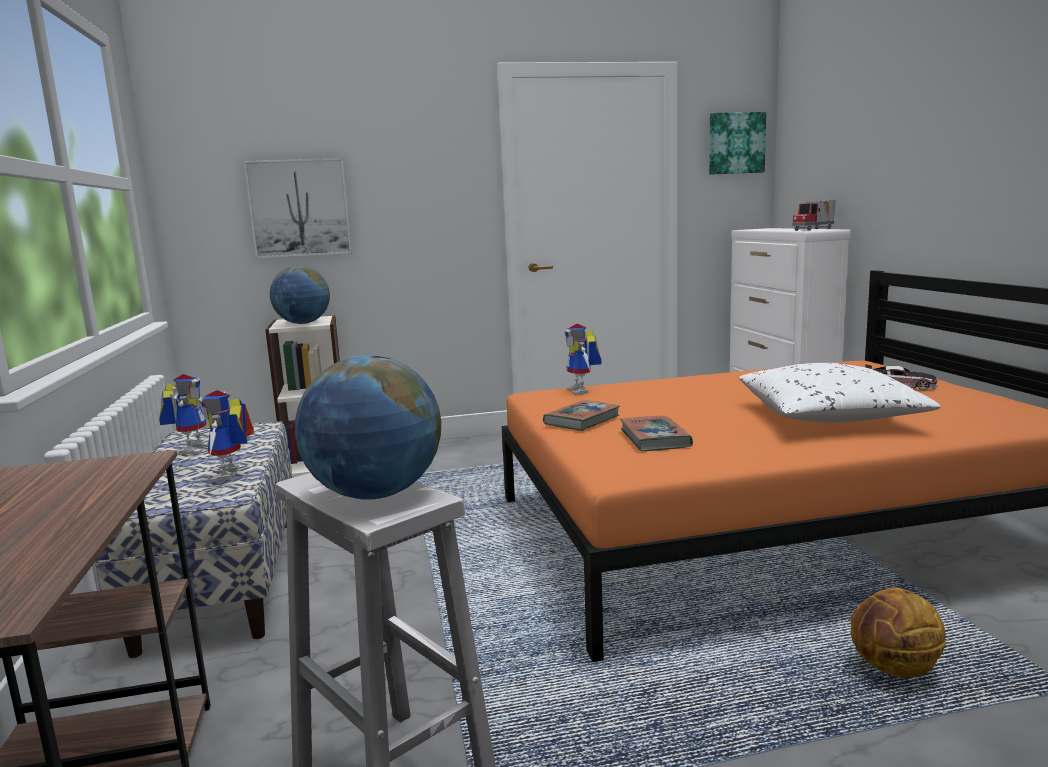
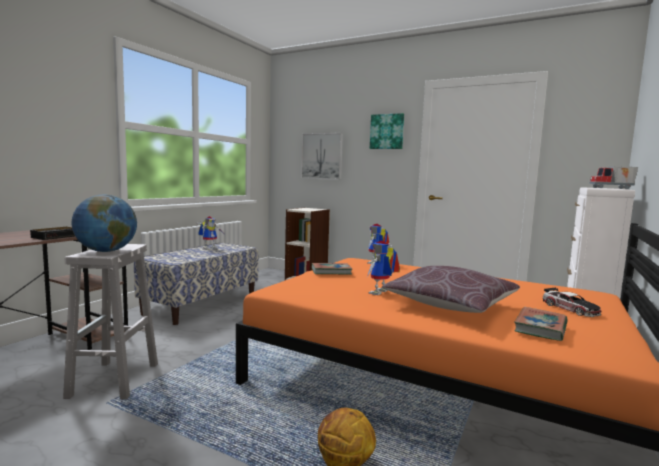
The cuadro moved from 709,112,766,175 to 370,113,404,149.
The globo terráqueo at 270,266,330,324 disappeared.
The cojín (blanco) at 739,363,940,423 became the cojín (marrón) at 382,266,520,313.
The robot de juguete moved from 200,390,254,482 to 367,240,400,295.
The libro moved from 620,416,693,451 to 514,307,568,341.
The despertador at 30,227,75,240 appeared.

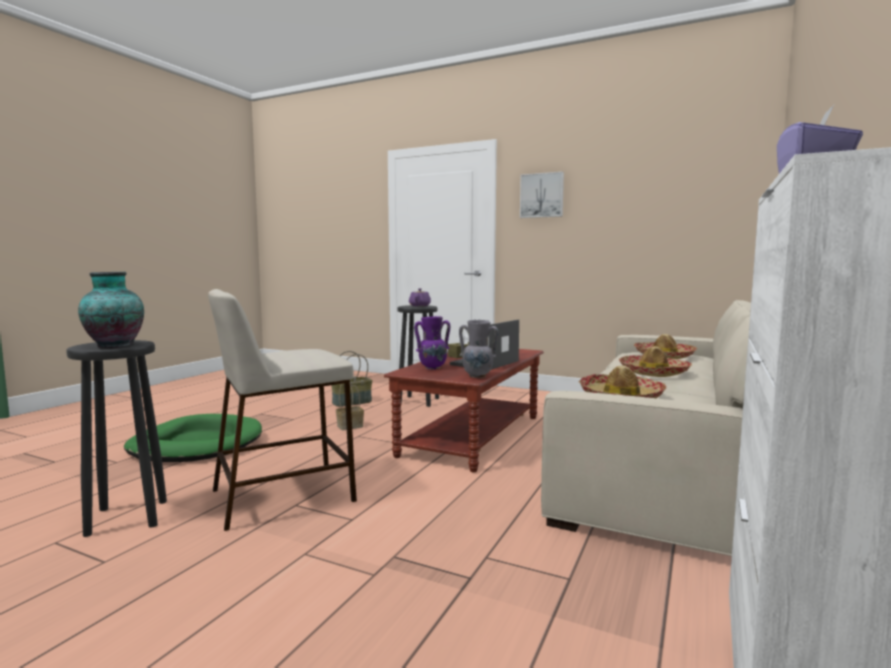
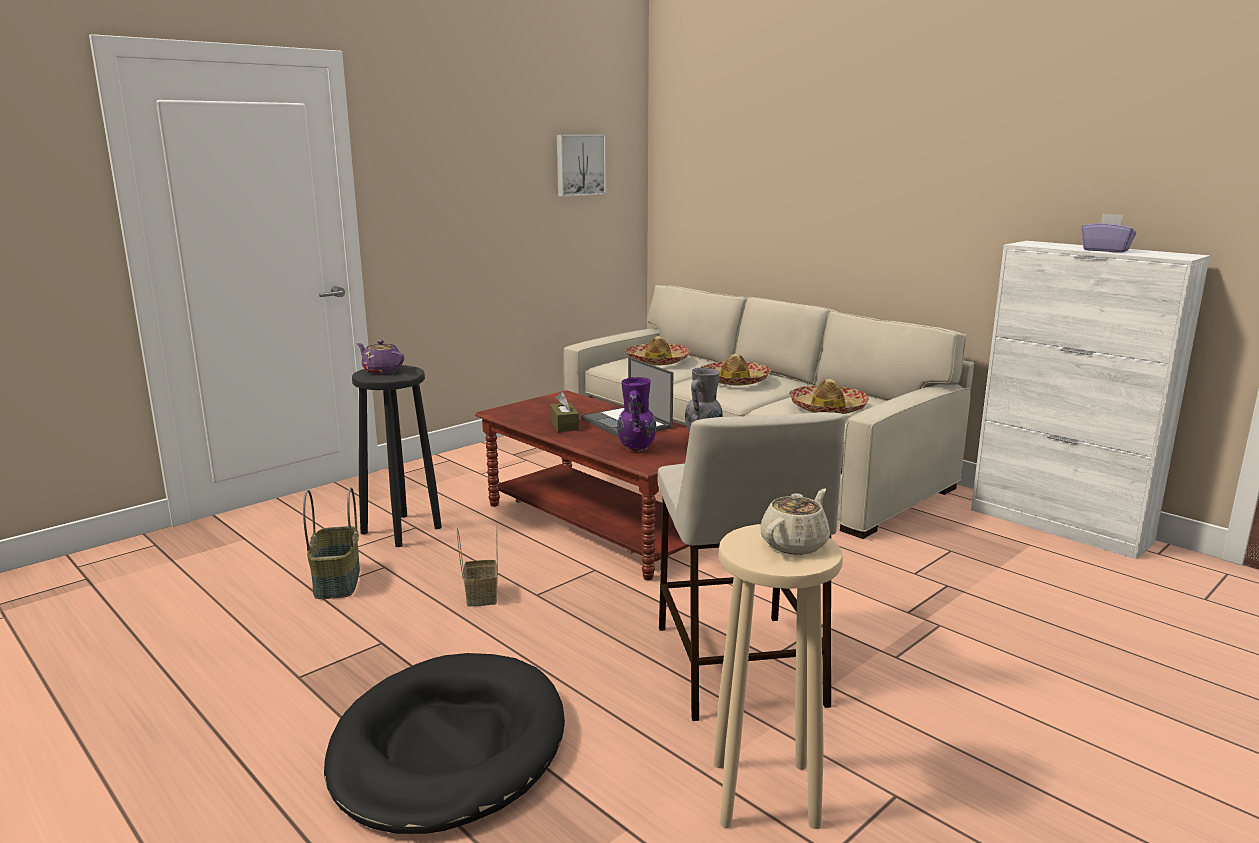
The cuadro moved from 520,171,564,218 to 557,135,606,197.
The florero at 78,272,144,348 was replaced by the tetera (beis) at 760,489,830,555.
The taburete (negro) at 66,340,167,537 became the taburete (beis) at 714,524,843,829.
The cama para perro (verde) at 124,414,262,462 became the cama para perro (negro) at 324,653,565,834.

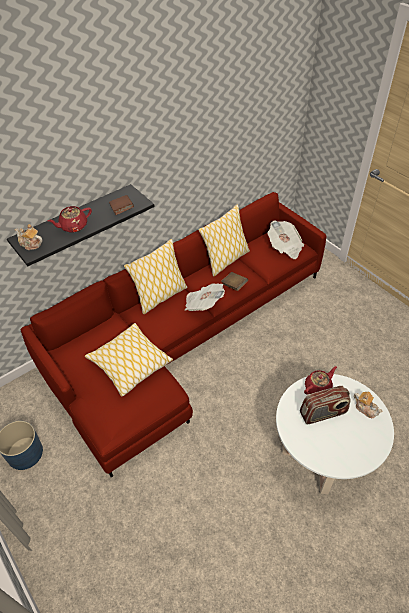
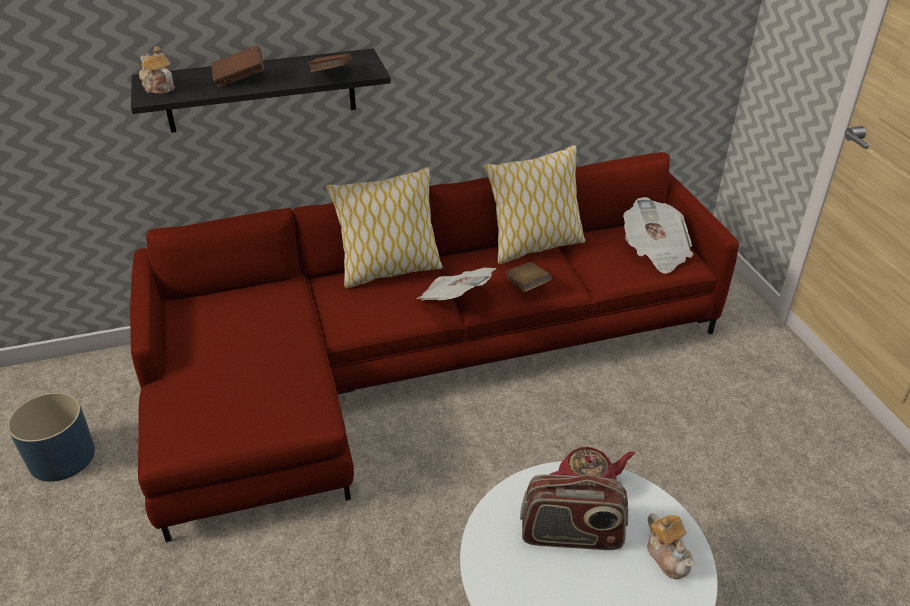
The tetera (rojo) at 48,206,92,233 was replaced by the libro (marrón) at 212,45,264,88.
The cojín at 85,323,173,396 disappeared.

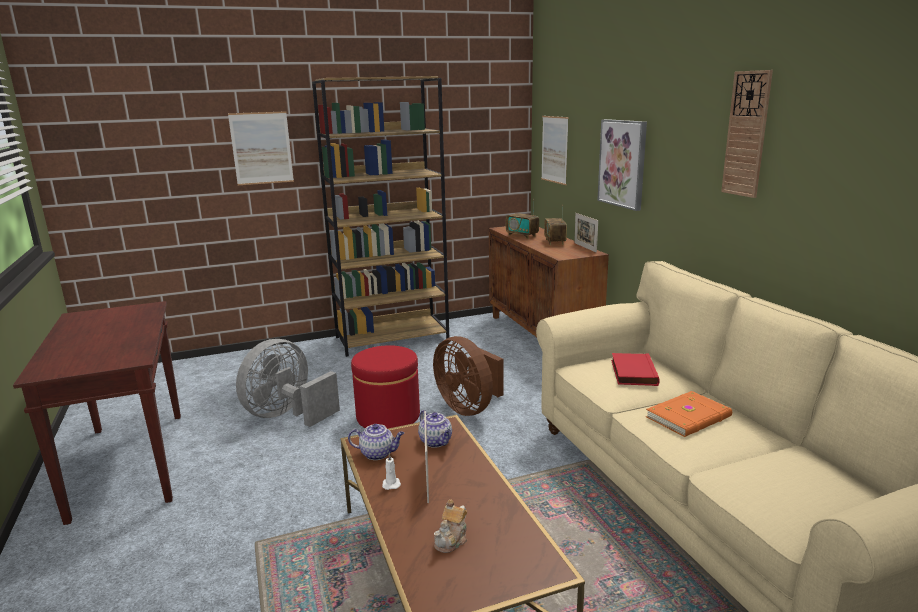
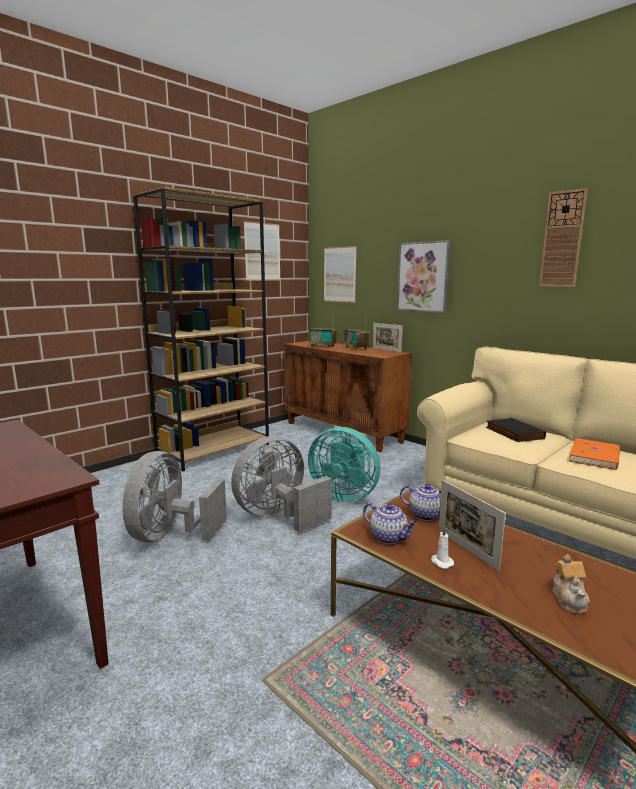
The cuadro moved from 228,111,294,185 to 244,221,281,281.
The ventilador (marrón) at 433,336,503,416 became the ventilador (turquesa) at 308,427,381,502.
The puf (rojo) at 351,345,420,429 was replaced by the ventilador (gris) at 231,436,332,532.
The libro (rojo) at 611,353,660,386 became the libro (negro) at 486,418,546,442.
The tetera at 348,424,404,460 turned 60 degrees clockwise.

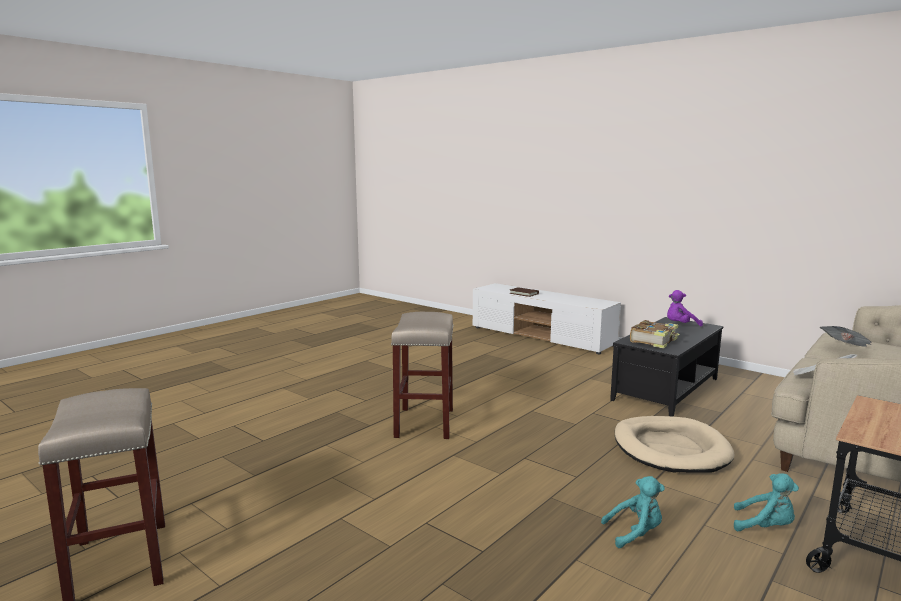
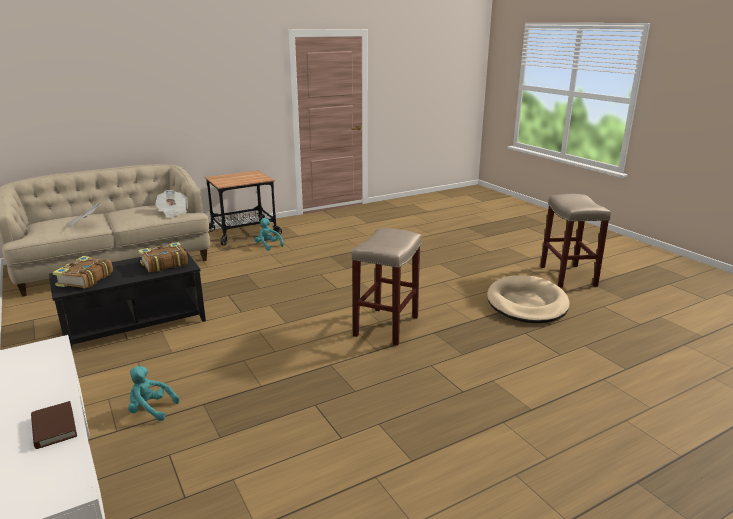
The peluche (morado) at 667,290,703,327 was replaced by the libro at 53,256,113,289.
The cama para perro (beis) moved from 615,416,735,473 to 487,275,570,323.
The peluche (turquesa) moved from 601,476,665,548 to 128,366,179,421.

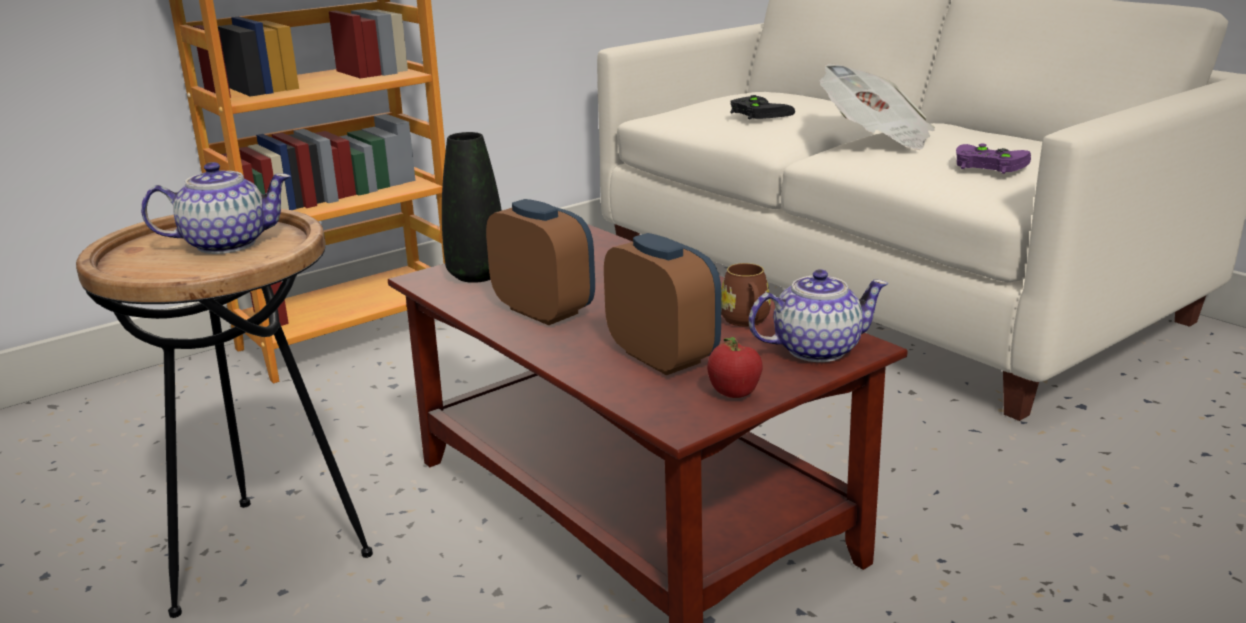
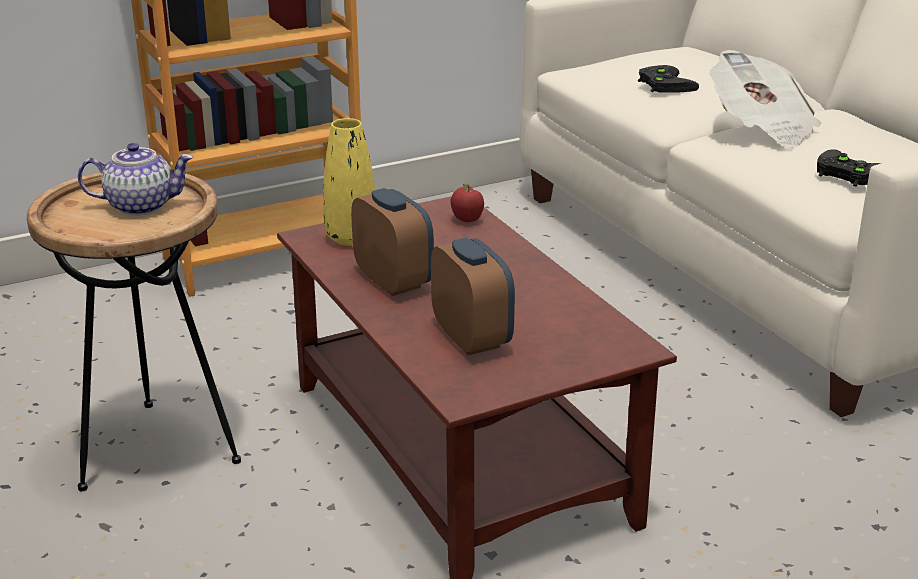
The florero (negro) at 442,132,502,283 became the florero (amarillo) at 323,118,375,246.
The mando de consola (morado) at 956,143,1031,174 became the mando de consola (negro) at 817,149,881,187.
The taza grande (marrón) at 721,263,771,326 disappeared.
The tetera at 749,269,888,362 disappeared.
The manzana moved from 707,337,763,398 to 450,183,484,222.

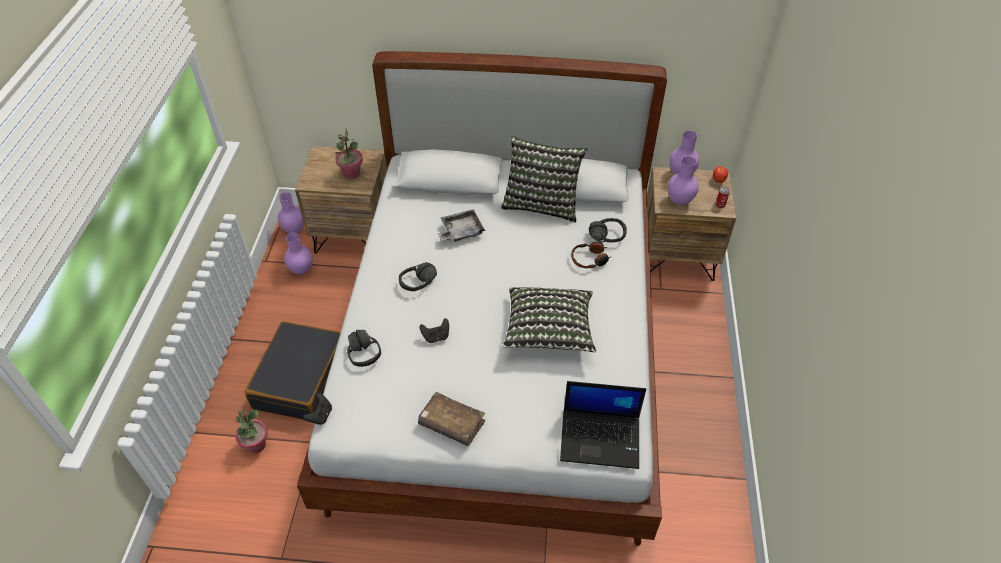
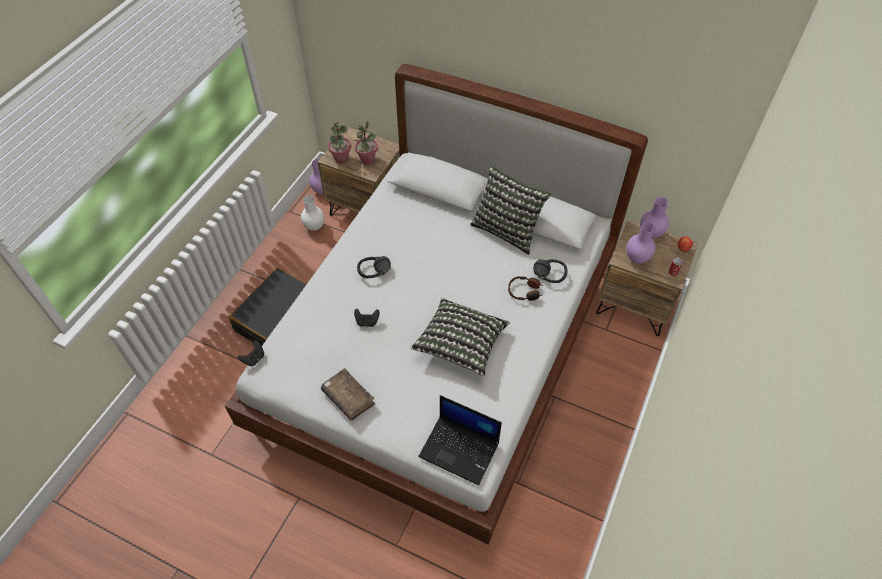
The bandeja (gris) at 438,209,485,242 disappeared.
The florero (morado) at 284,232,313,274 became the florero (blanco) at 301,195,324,231.
The auriculares (negro) at 347,330,381,367 disappeared.
The planta en maceta moved from 235,409,268,453 to 328,122,351,163.

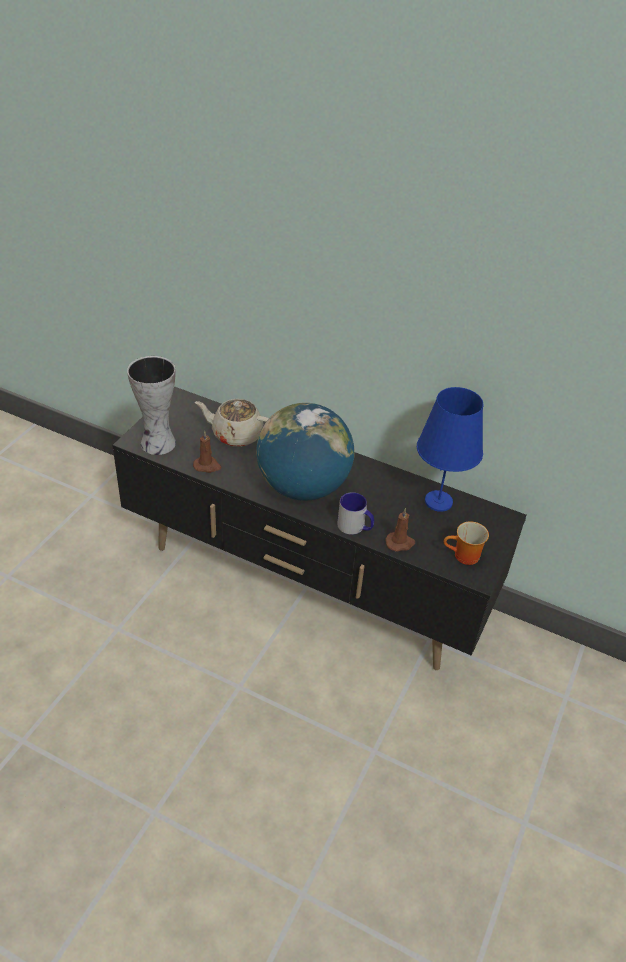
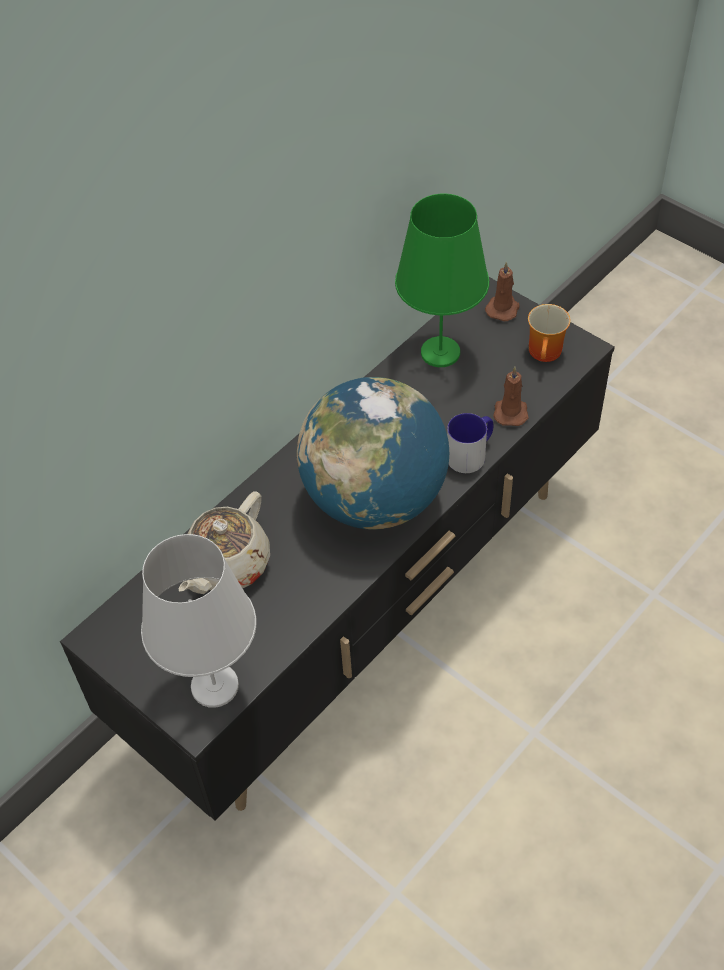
The florero at 127,356,176,455 was replaced by the lámpara de mesa (blanco) at 141,534,257,708.
The lámpara de mesa (azul) at 417,387,483,512 became the lámpara de mesa (verde) at 395,193,489,367.
The vela (marrón) moved from 193,431,222,473 to 485,261,520,321.

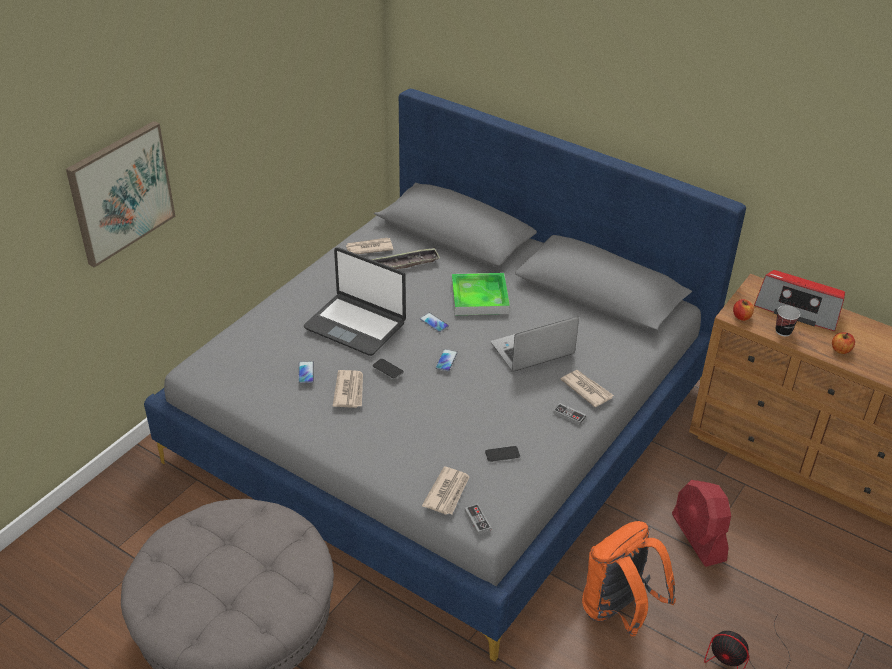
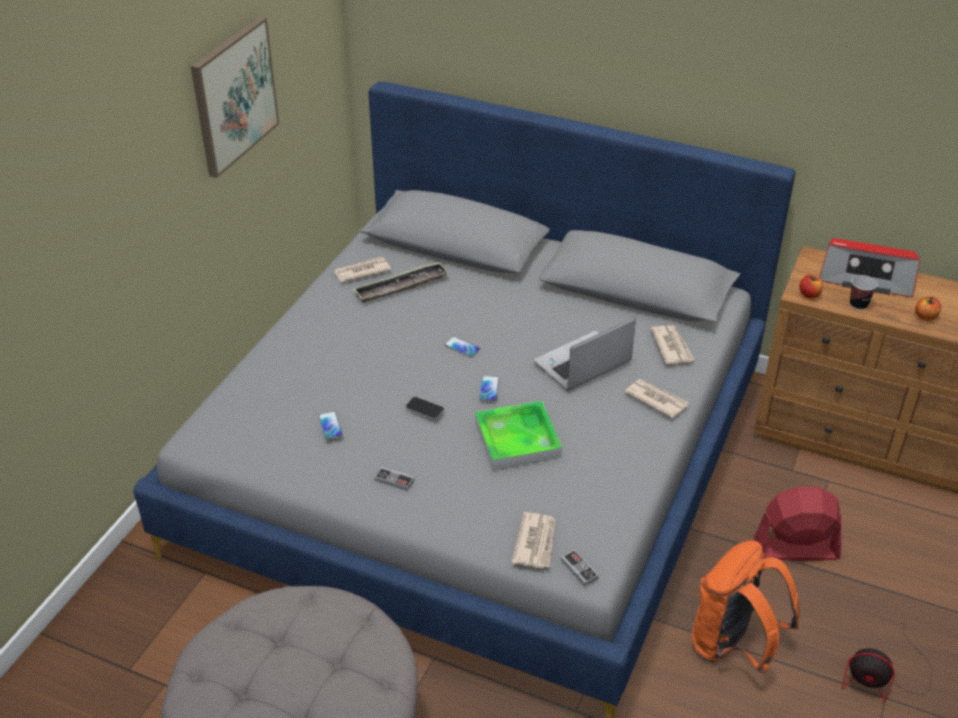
The cuadro moved from 66,121,175,268 to 191,17,279,178.
The portátil at 304,247,406,356 disappeared.
The bandeja moved from 452,273,510,315 to 475,401,562,470.
The periódico moved from 333,370,363,408 to 650,325,695,364.
The mando de consola moved from 553,403,586,425 to 375,467,414,491.
The móvil at 485,446,520,462 disappeared.
The ventilador (rojo) at 672,480,731,567 turned 120 degrees clockwise.

